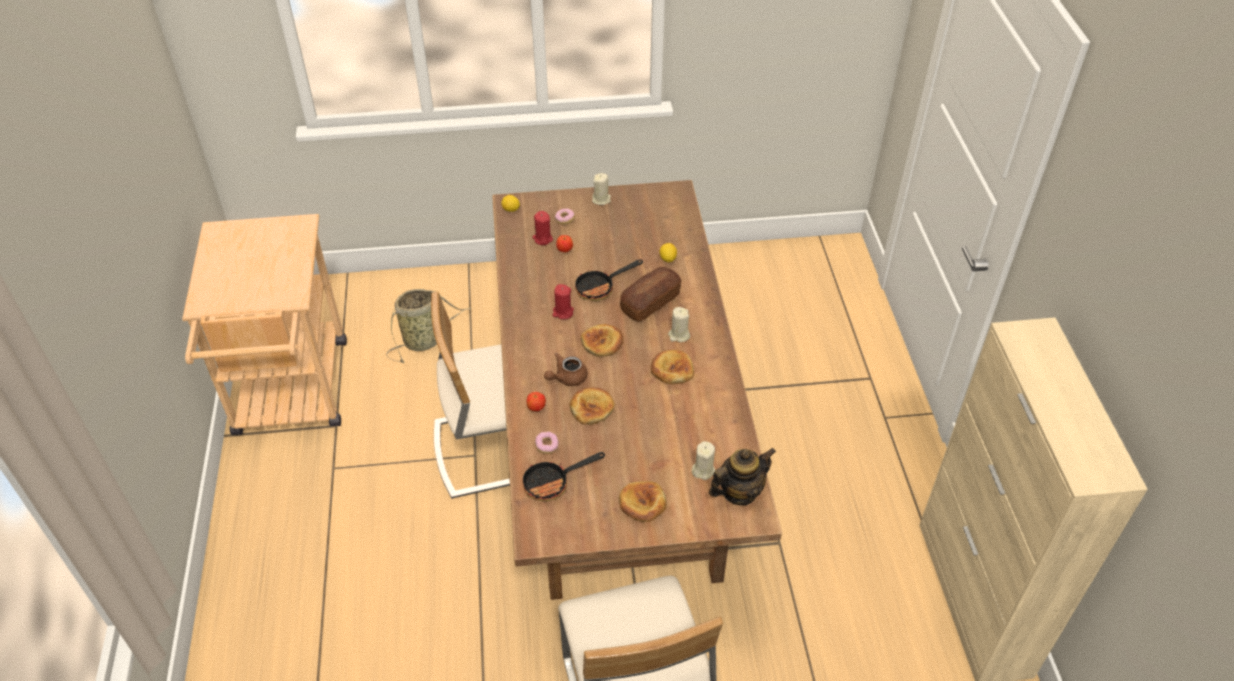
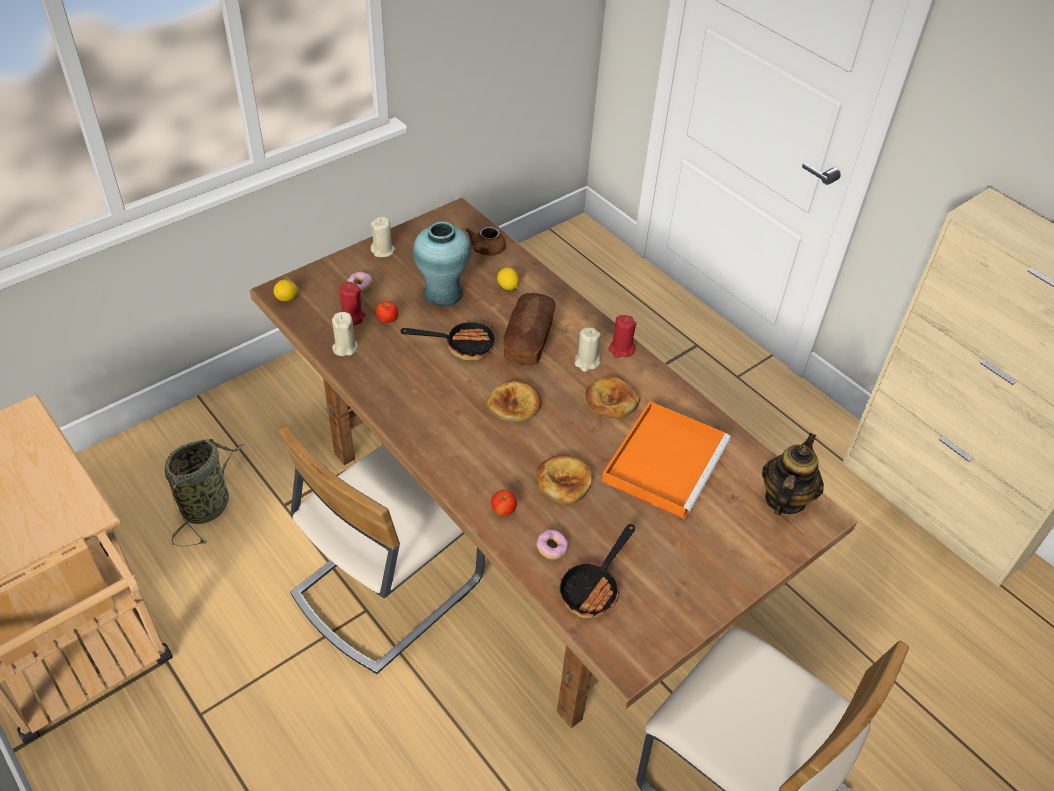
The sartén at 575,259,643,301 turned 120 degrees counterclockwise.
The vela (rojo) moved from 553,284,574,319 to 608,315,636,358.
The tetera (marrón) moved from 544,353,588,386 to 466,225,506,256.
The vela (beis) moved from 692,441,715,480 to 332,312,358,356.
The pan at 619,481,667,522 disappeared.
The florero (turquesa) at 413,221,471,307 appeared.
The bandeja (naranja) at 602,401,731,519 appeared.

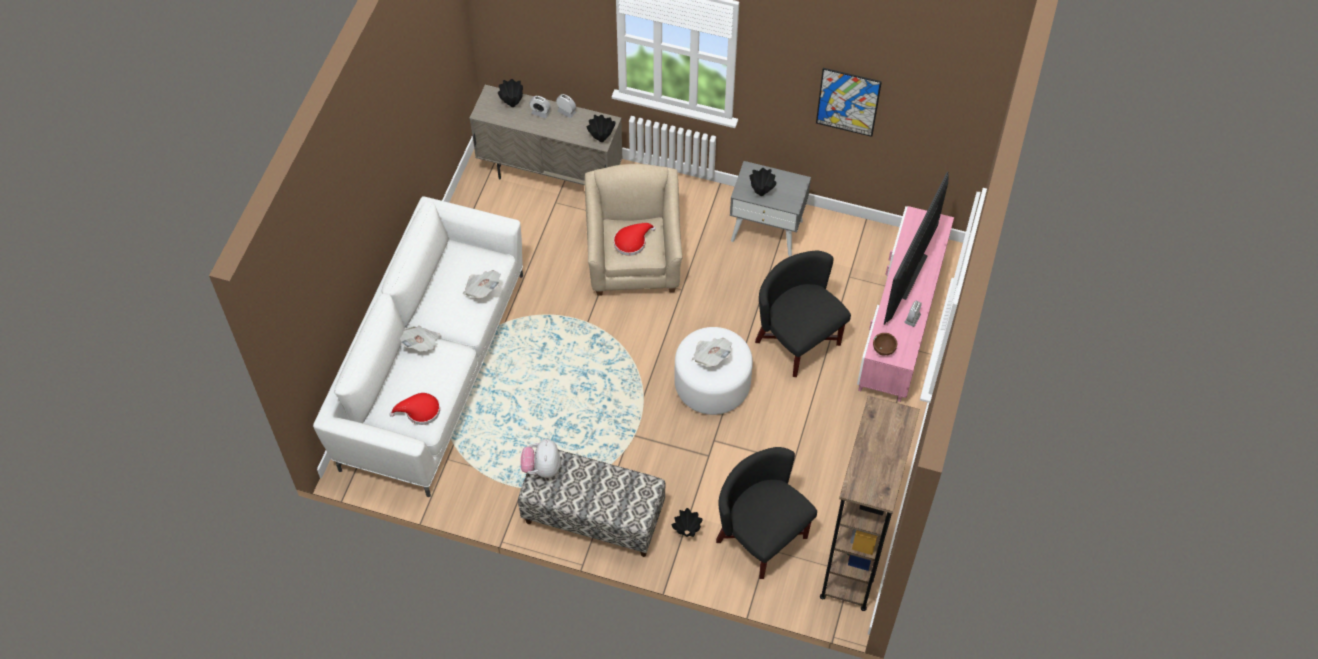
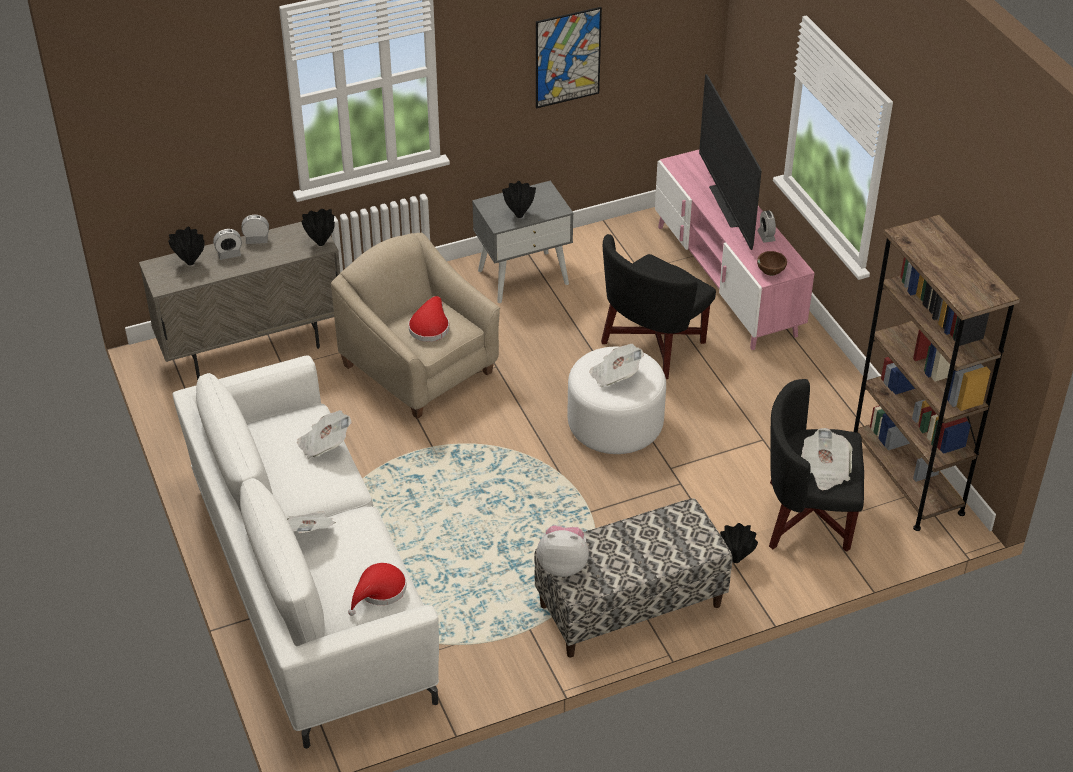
The sillón (negro) at 755,251,851,377 turned 60 degrees counterclockwise.
The peluche at 521,439,561,478 turned 135 degrees clockwise.
The periódico at 801,428,852,490 appeared.

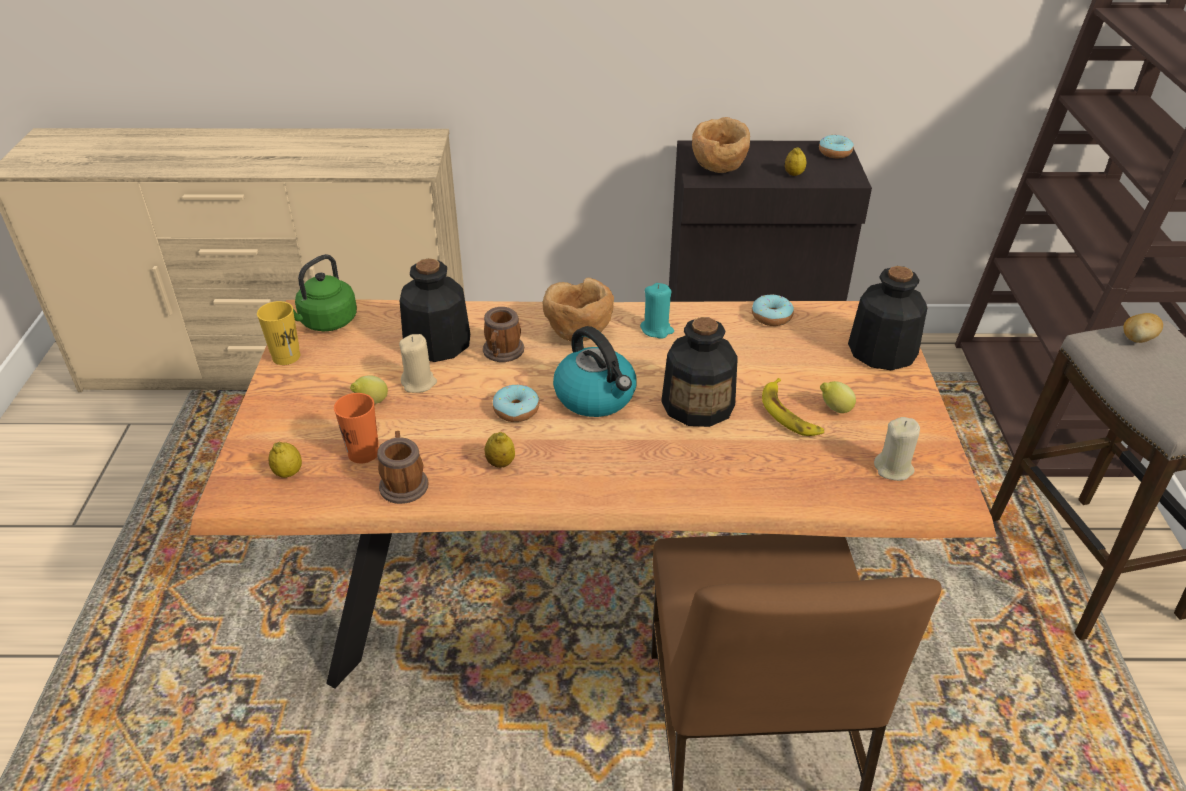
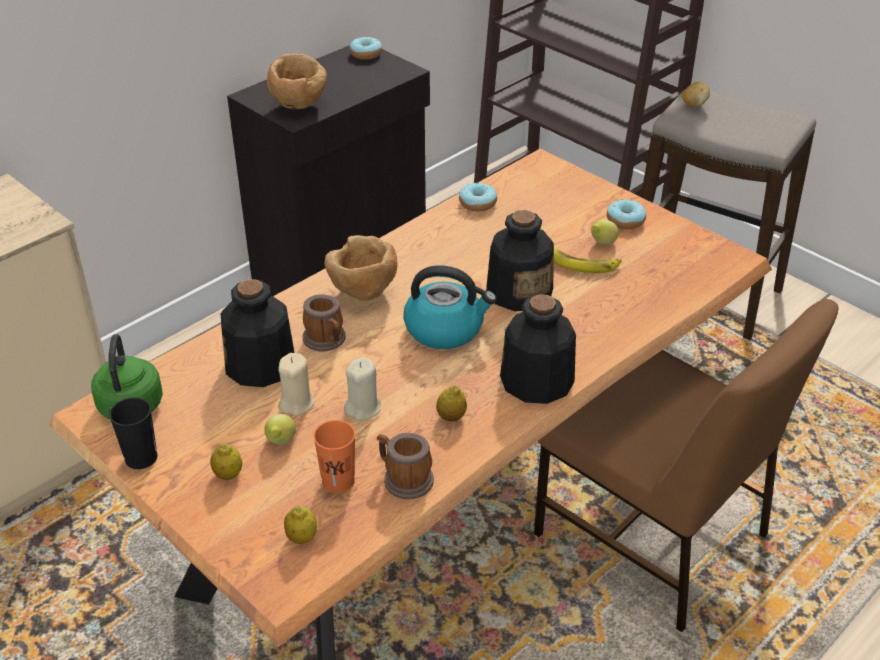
The limón moved from 785,147,807,176 to 210,444,242,480.
The botella moved from 848,266,928,370 to 500,294,576,404.
The vela (turquesa) at 640,283,674,339 disappeared.
The taza (amarillo) at 257,301,300,365 became the taza (negro) at 109,397,158,469.
The rosquilla moved from 493,385,539,422 to 607,199,646,229.
The vela (beis) moved from 874,417,920,481 to 344,357,381,421.

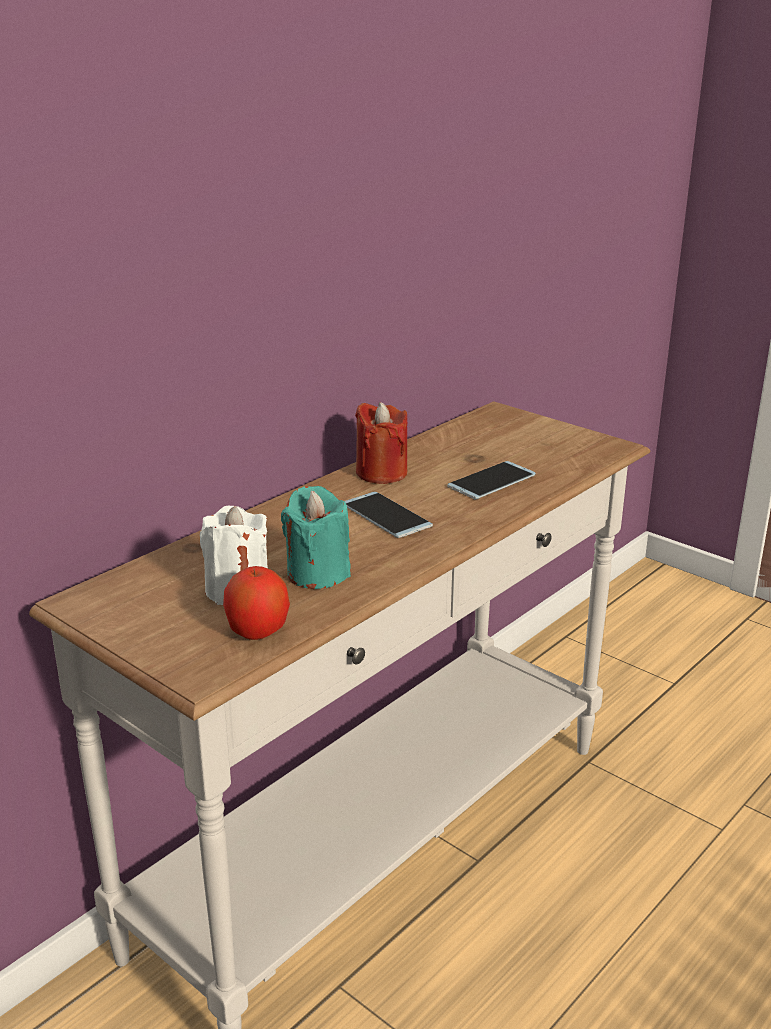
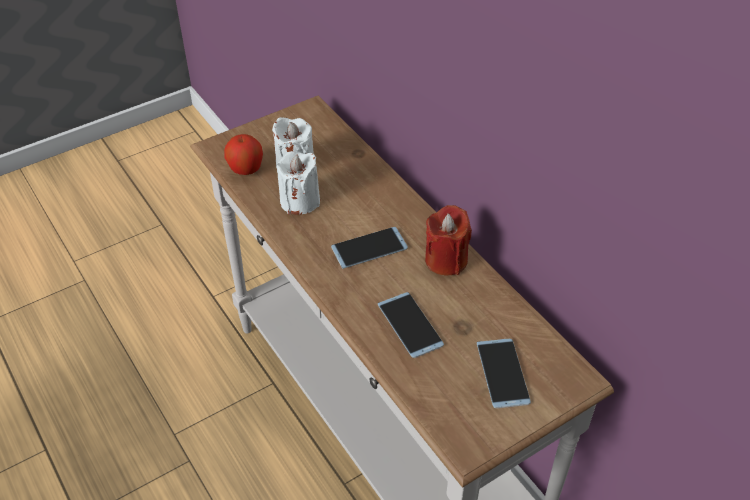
The vela (turquesa) at 281,486,351,589 became the vela (blanco) at 277,151,320,215.
The móvil at 477,339,531,408 appeared.

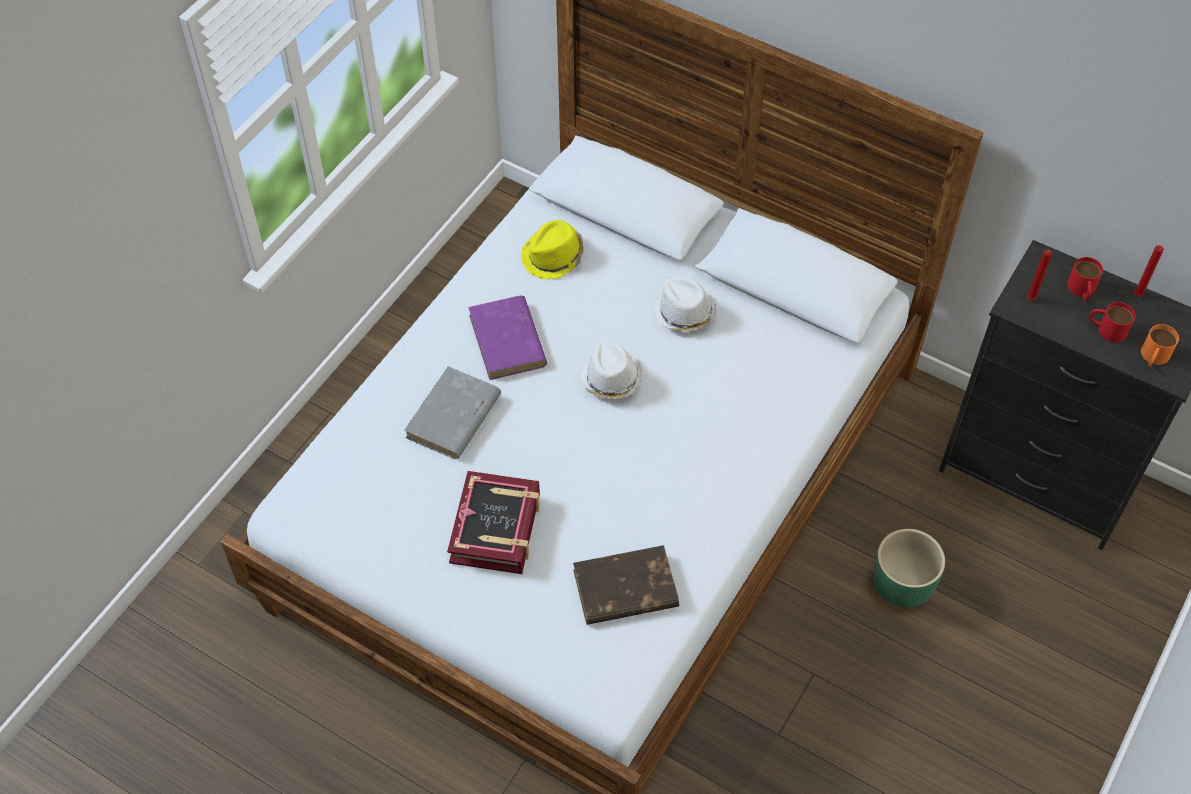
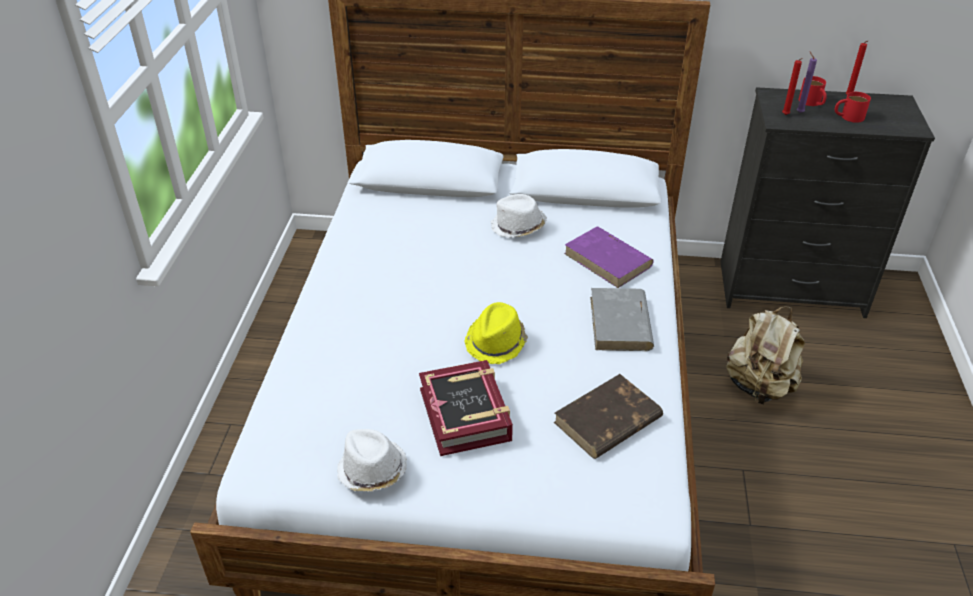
The sombrero (amarillo) moved from 521,220,584,279 to 464,302,528,364.
The libro (morado) moved from 468,296,547,380 to 564,227,654,288.
The taza grande (naranja) at 1141,324,1179,367 disappeared.
The sombrero (blanco) moved from 580,340,643,399 to 337,429,407,492.
The libro (gris) moved from 404,366,501,459 to 590,288,654,351.
The maceta (verde) at 873,529,945,608 was replaced by the mochila (beis) at 726,306,805,404.
The vela (morado) at 797,51,817,113 appeared.

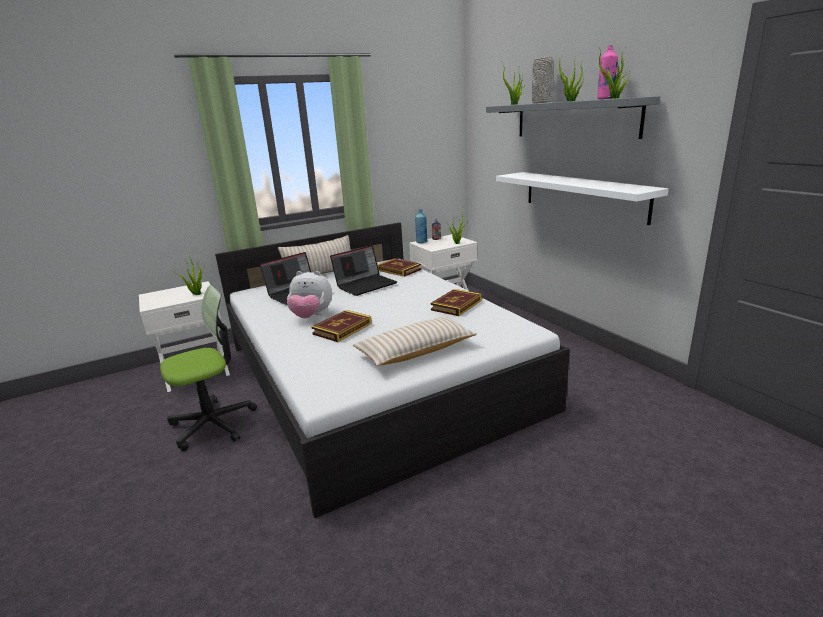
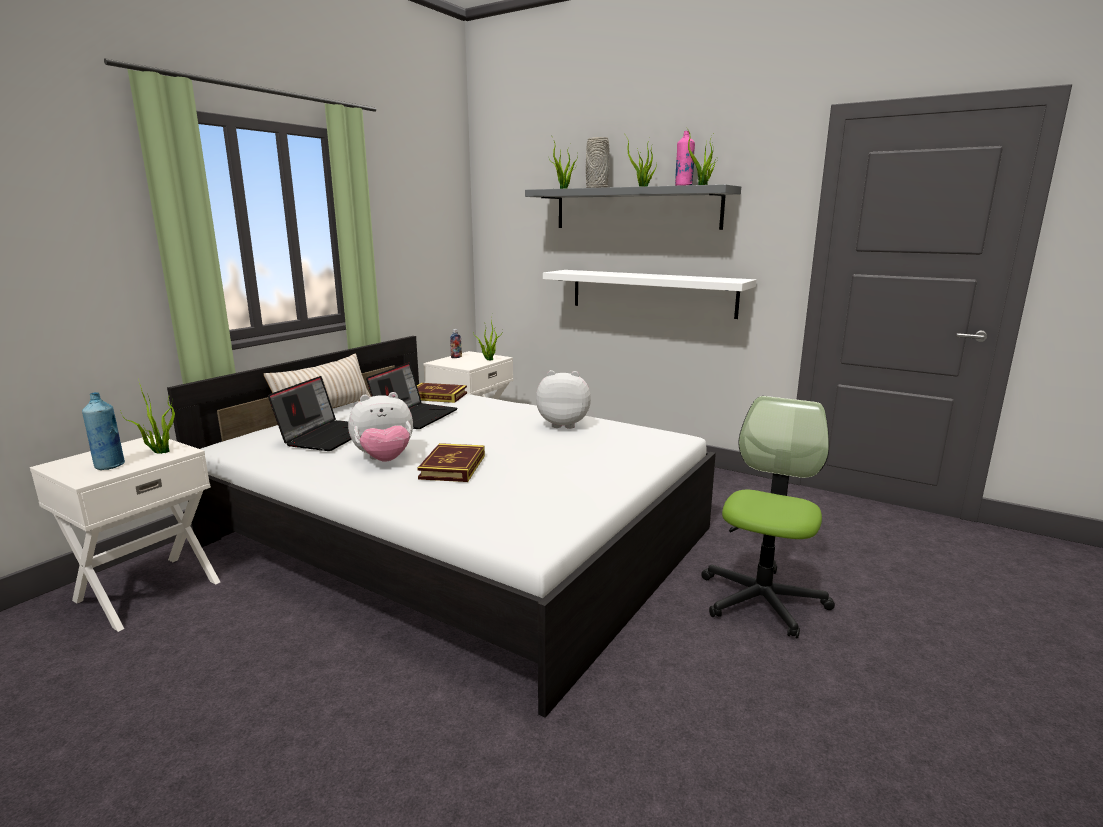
The botella (azul) moved from 415,209,427,243 to 82,392,125,470.
The silla de oficina moved from 160,285,257,451 to 701,396,835,639.
The libro at 431,289,481,316 was replaced by the peluche at 536,370,591,429.
The cojín (beis) at 353,317,477,366 disappeared.

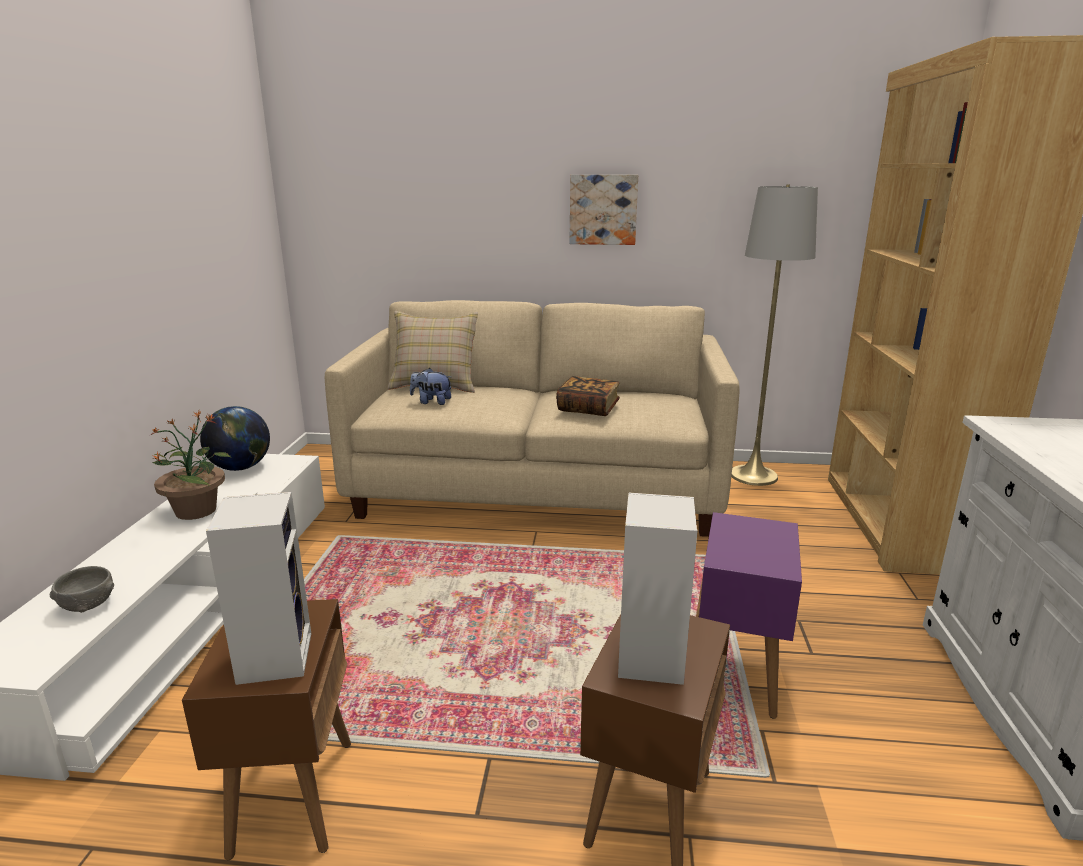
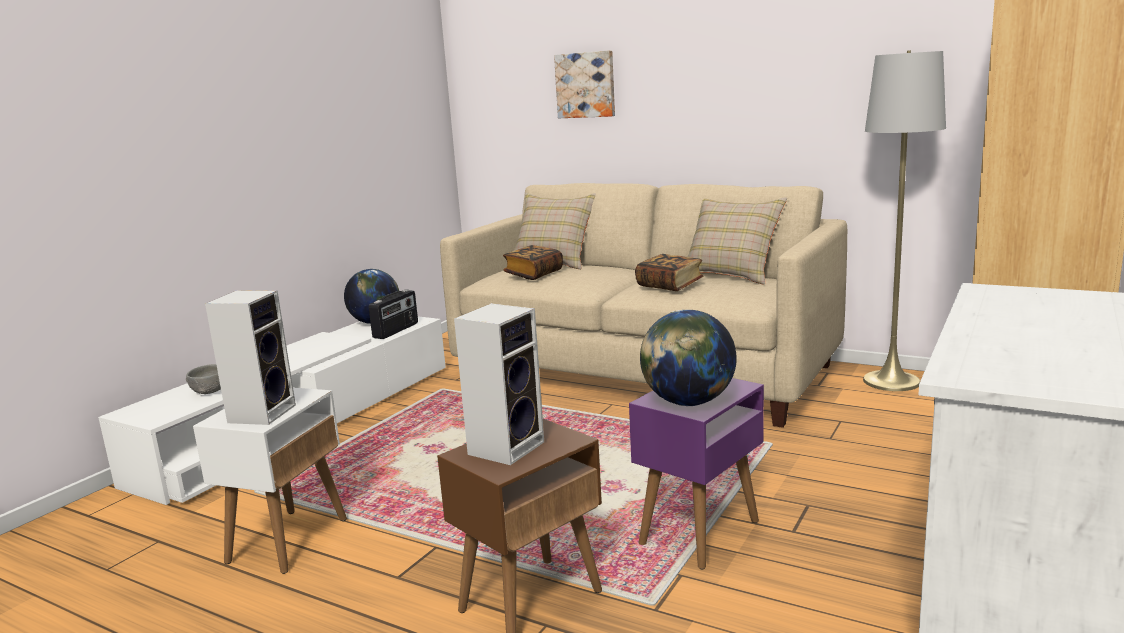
The cuadro moved from 569,175,638,245 to 554,50,615,118.
The peluche at 410,368,451,405 was replaced by the libro at 503,245,563,280.
The planta en maceta at 150,411,232,520 disappeared.
The mesa auxiliar (marrón) at 182,599,351,860 became the mesa auxiliar (blanco) at 193,388,347,574.
The cojín (beis) at 688,197,787,285 appeared.
The radio at 369,289,418,339 appeared.
The globo terráqueo at 640,310,737,406 appeared.

